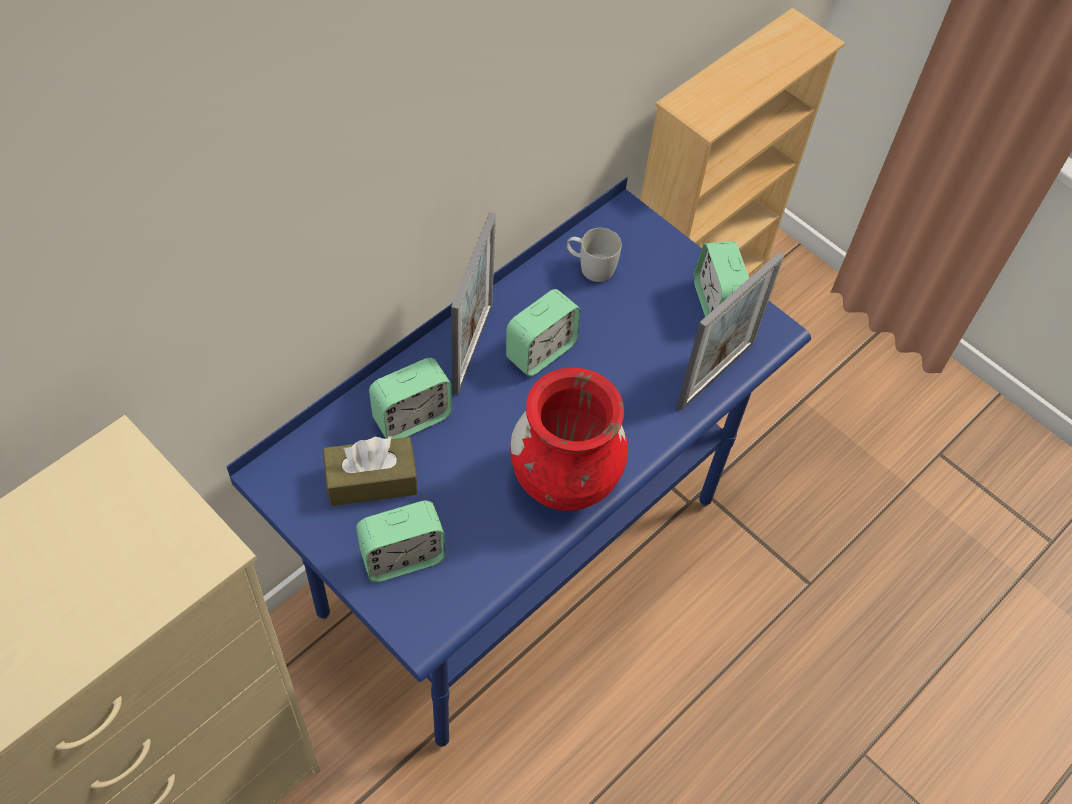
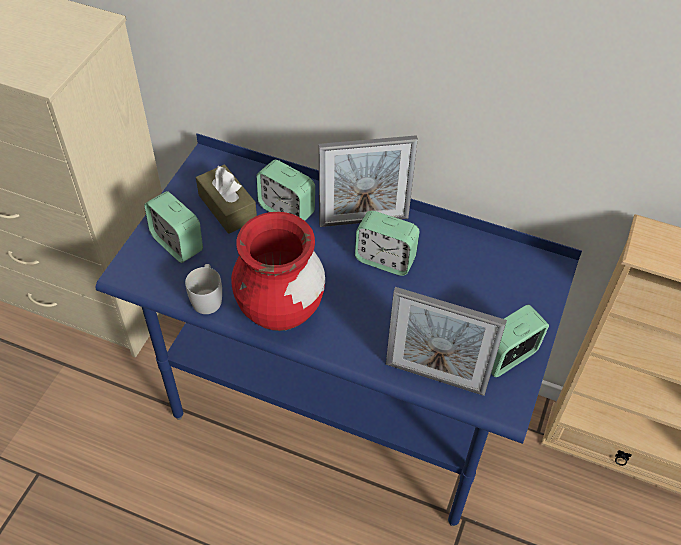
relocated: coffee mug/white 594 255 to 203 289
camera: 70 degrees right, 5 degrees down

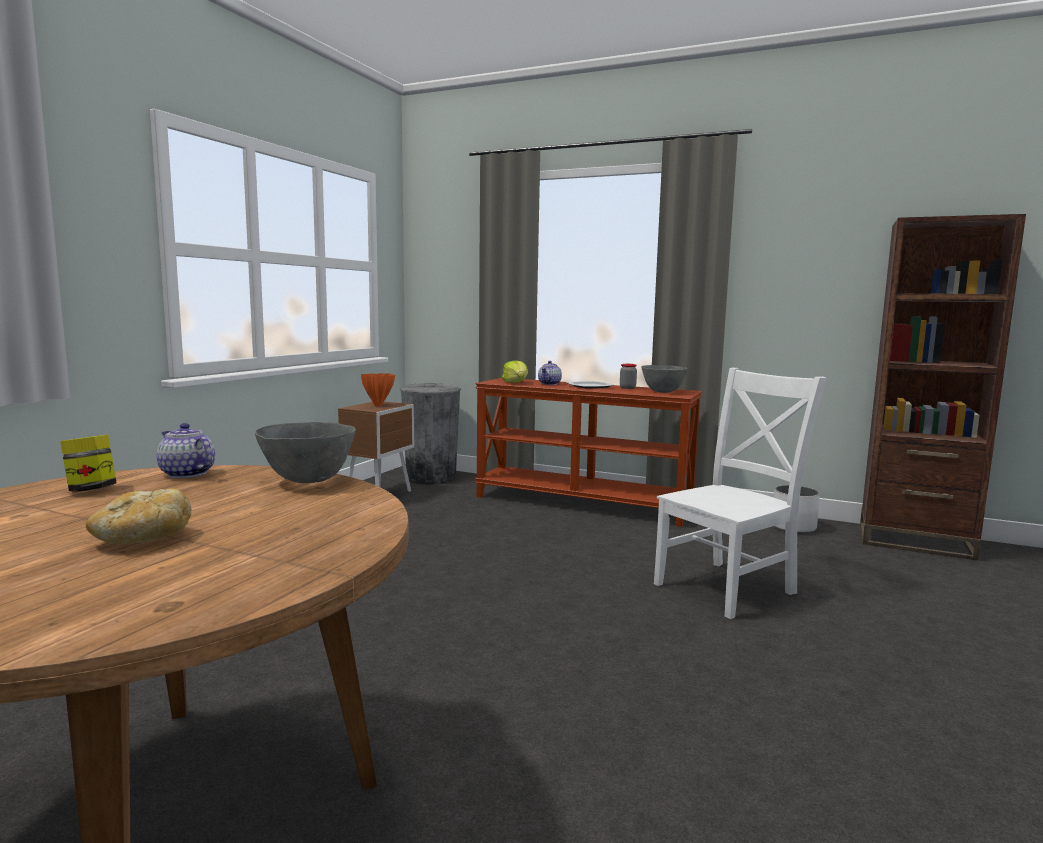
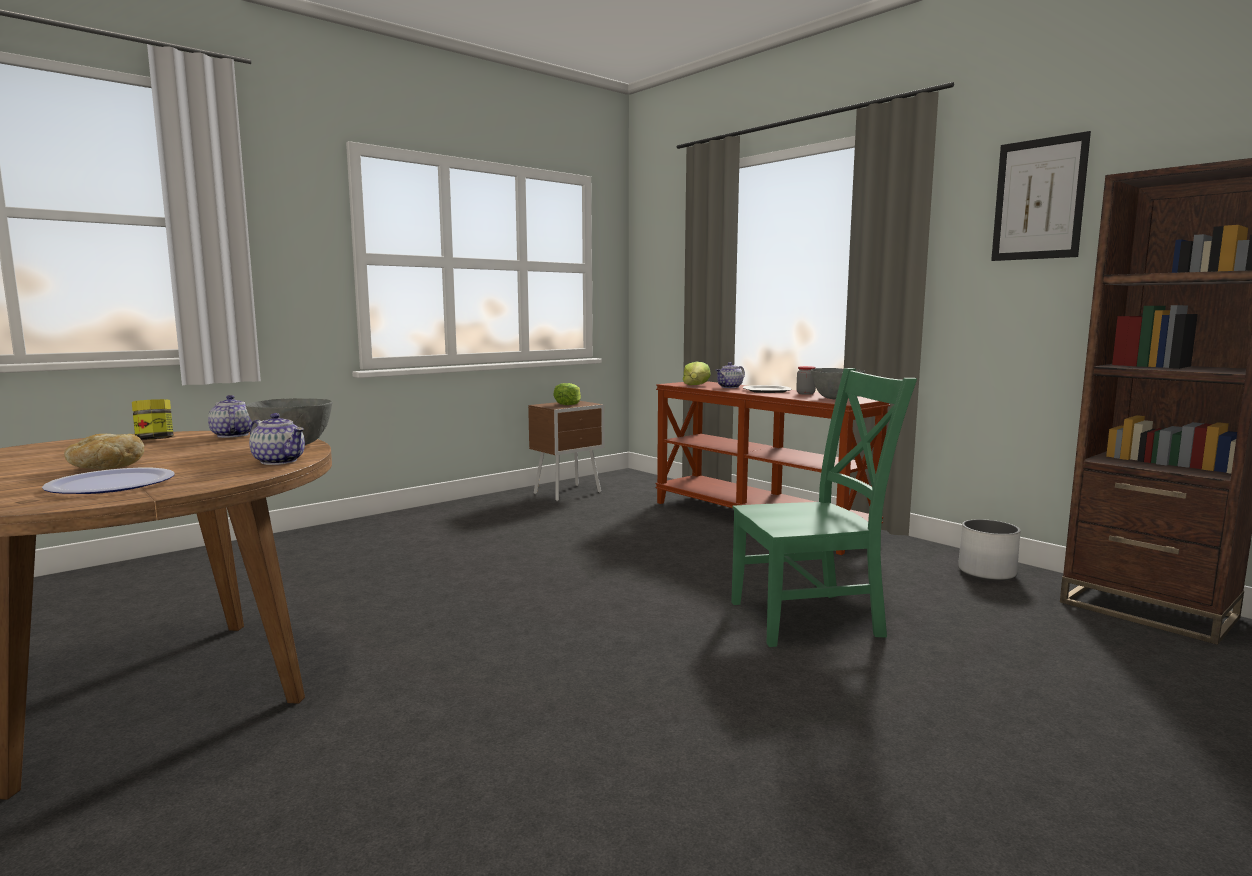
missing: waste bin/gray 430 434
appeared: plate 108 481; pot for tea 277 439; wall picture 1041 196
exchanged: decorative vase/orangey 378 389 to lettuce 567 394
colour: plain chair/white 740 493 to plain chair/greenish 824 507
camera: 25 degrees right, 0 degrees up

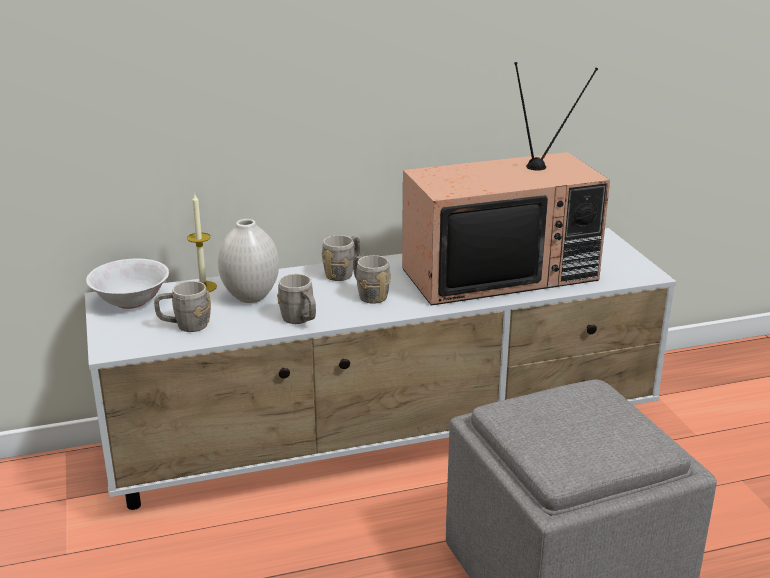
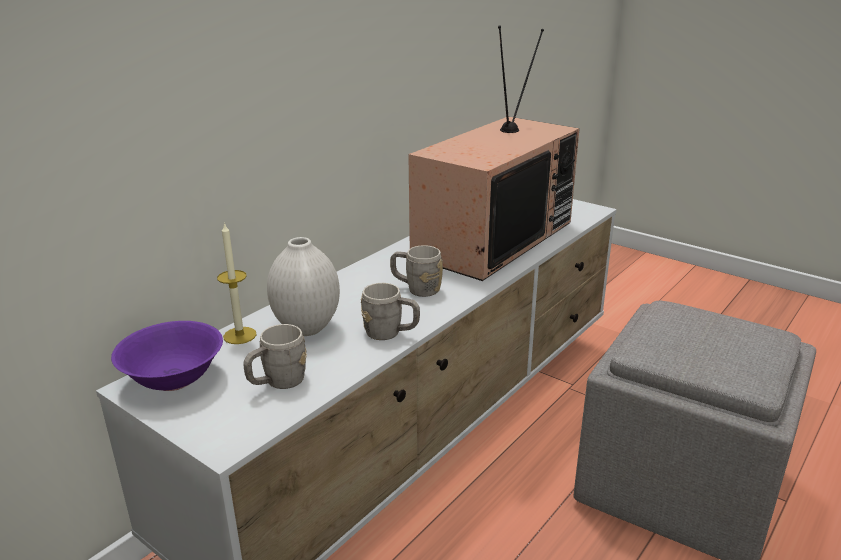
missing: coffee mug/gray 341 258
colour: bowl/white 127 284 to bowl/purple-coloured 167 356
camera: 35 degrees left, 0 degrees up

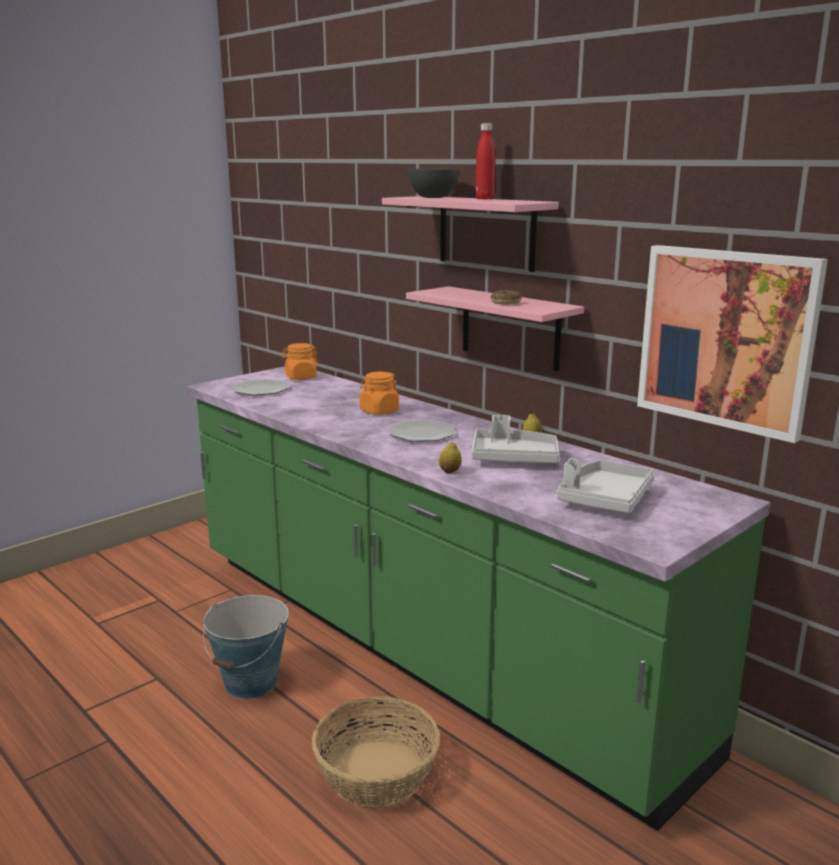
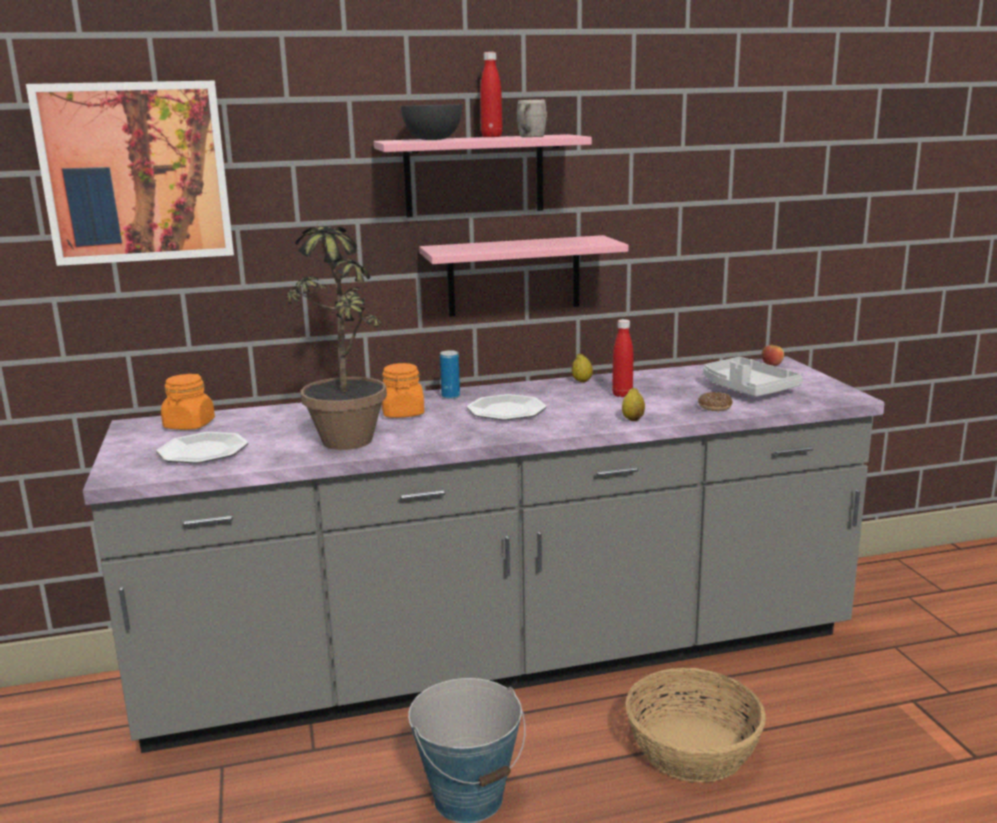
appeared: potted plant 336 336; can 450 374; coffee mug/gray 532 118; apple 772 354
relocated: donut 505 297 to 715 401; wall picture 732 344 to 130 173
exchanged: serving tray/gray 515 439 to bottle/red-coloured 622 358
colour: kitchen base unit/greenish 478 598 to kitchen base unit/gray 484 554
camera: 60 degrees left, 0 degrees up

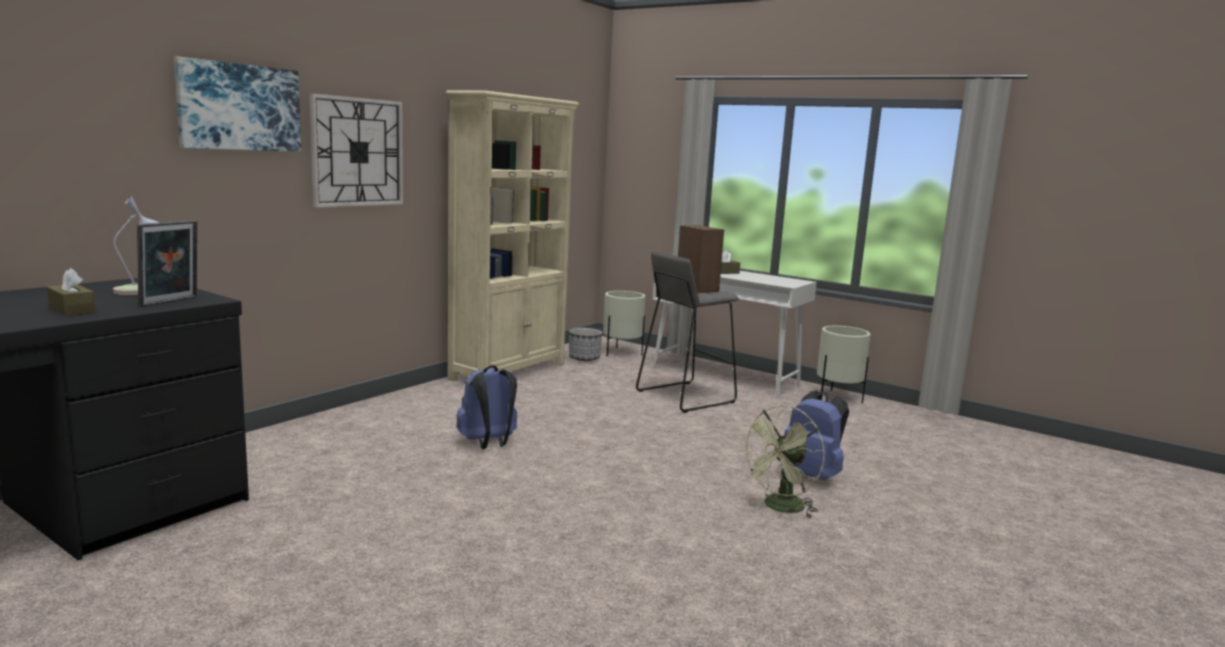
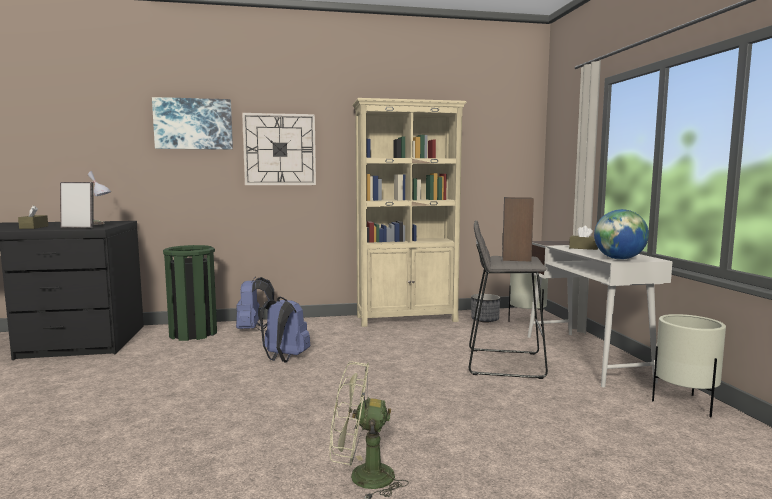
appeared: waste bin/greenish 190 293; globe 621 234
relocated: knapsack/bluish 815 435 to 255 303
spun: standing frame 167 263 = 77 205 150 degrees counterclockwise
camera: 45 degrees right, 5 degrees down

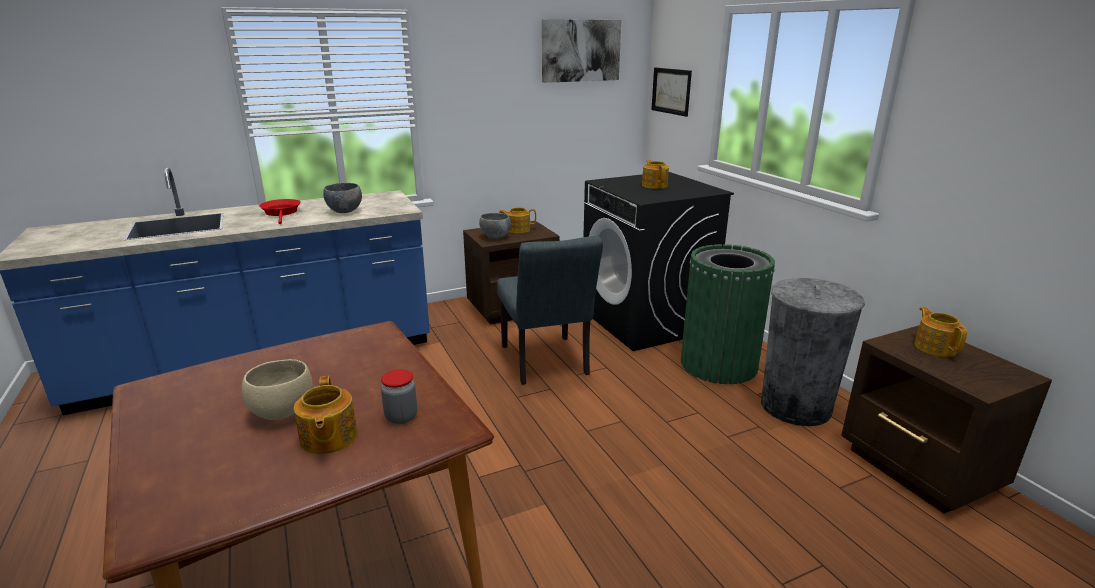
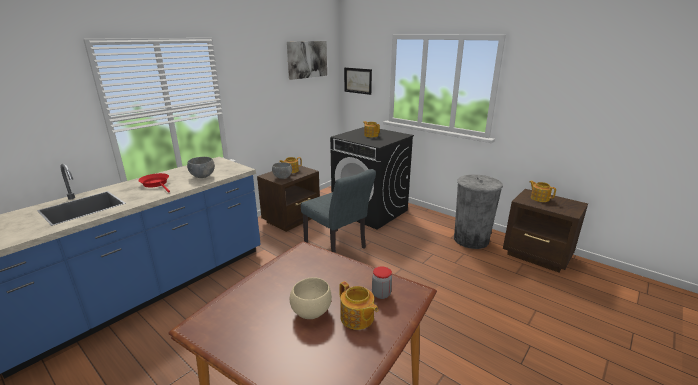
missing: waste bin/greenish 728 314
camera: 25 degrees left, 0 degrees up

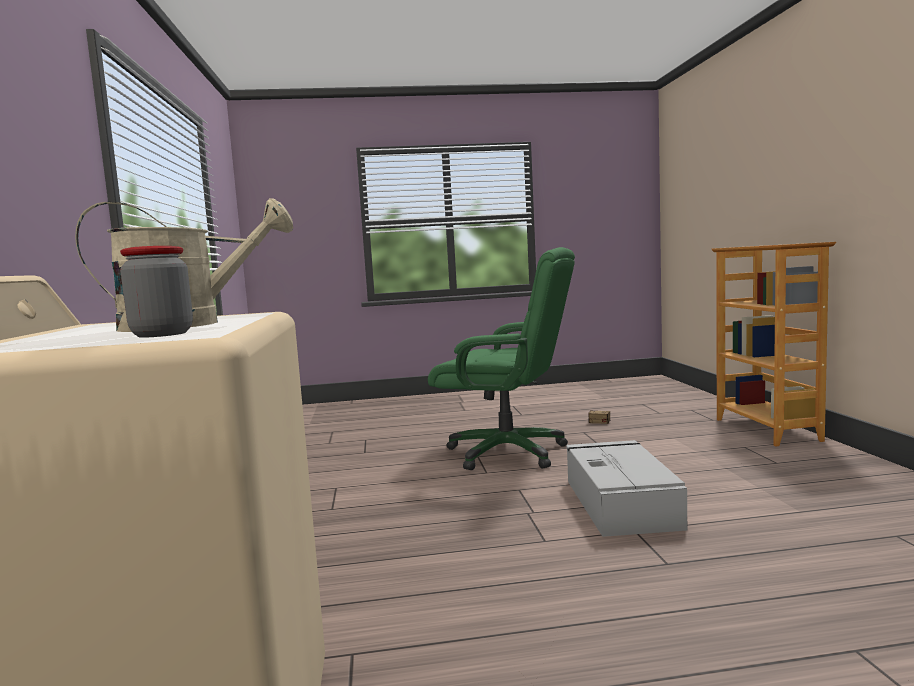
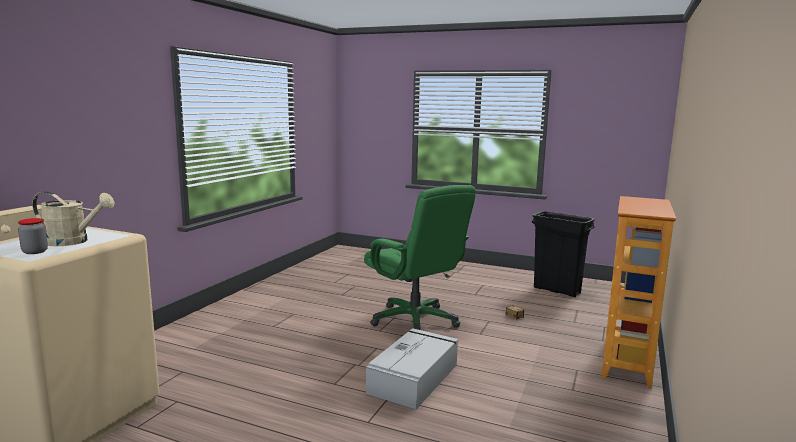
appeared: waste bin/black 563 254
camera: 30 degrees right, 5 degrees up

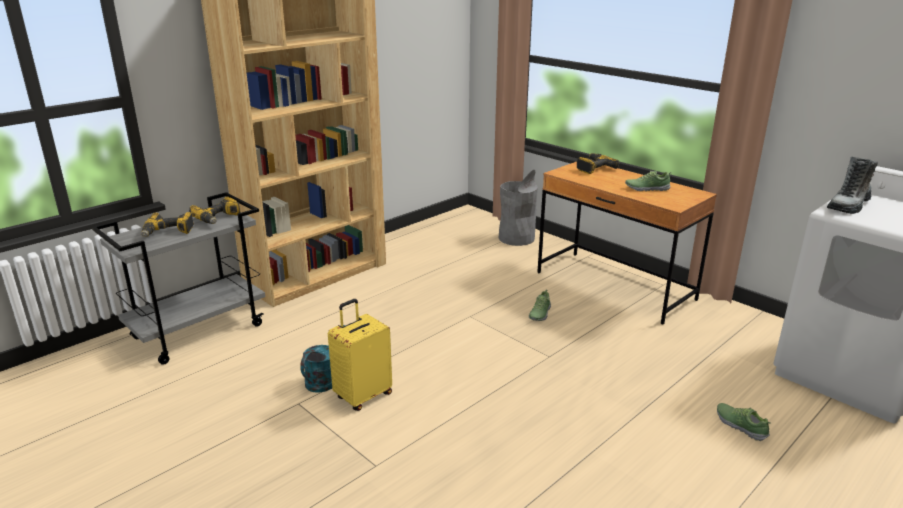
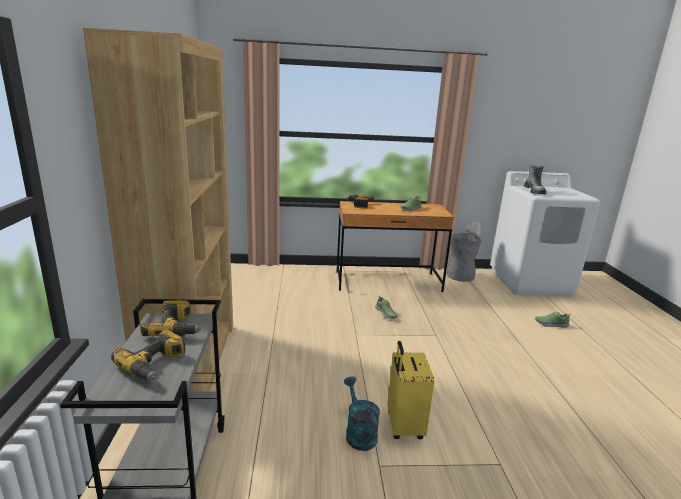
relocated: waste bin/gray 518 208 to 463 251
camera: 50 degrees left, 5 degrees down

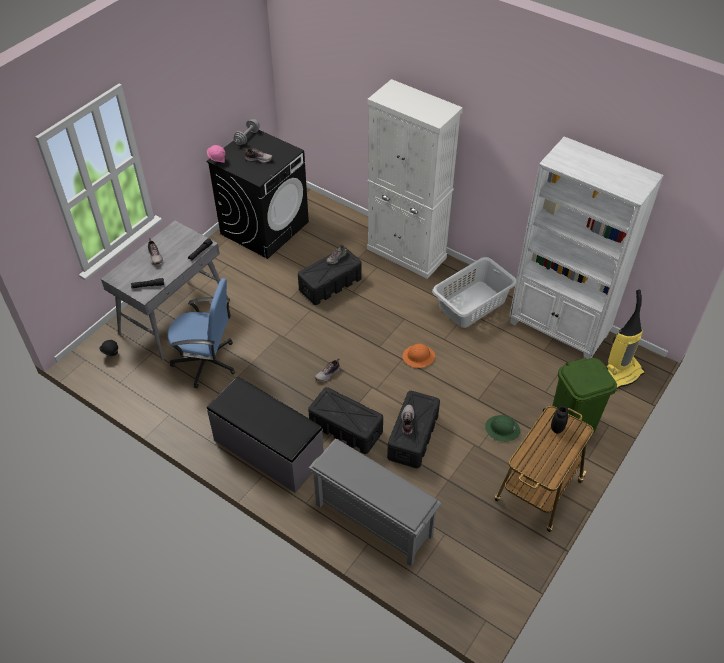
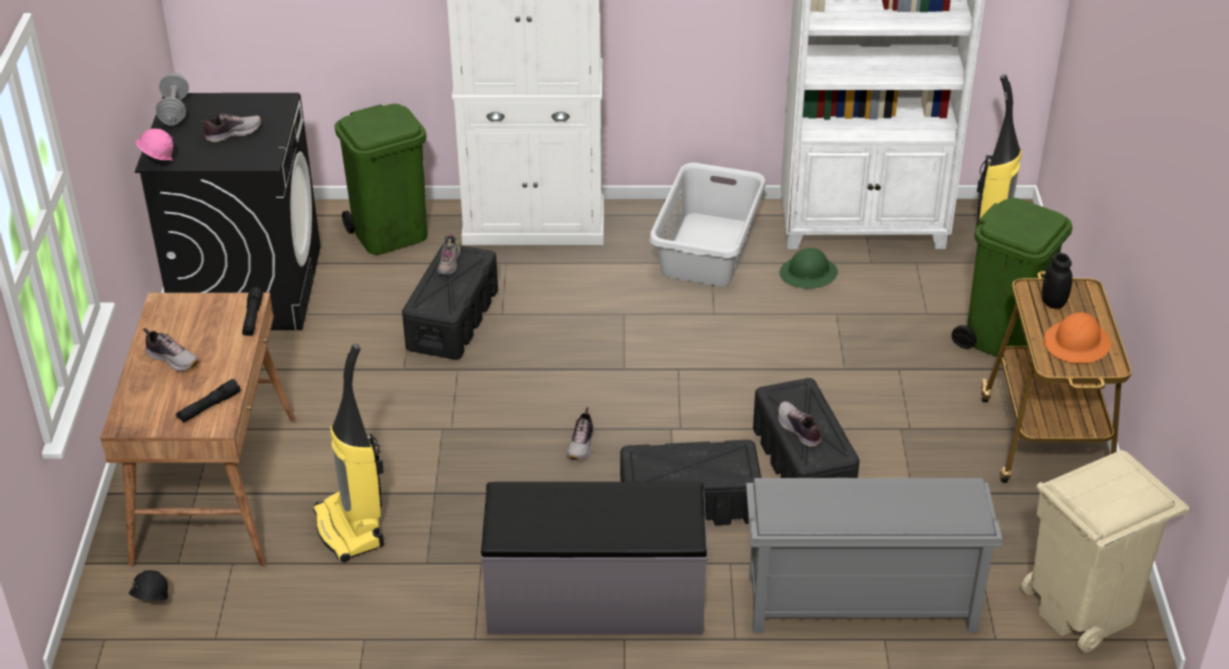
appeared: waste bin/greenish 381 179; waste bin/beige-coloured 1105 551
relocated: work helmet/orangey 418 356 to 1077 337; work helmet/greenish 502 428 to 808 268
exchanged: computer chair/bluish 201 333 to vacuum 348 453
colour: desk table/gray 164 290 to desk table/brownish 198 429
camera: 35 degrees left, 10 degrees down

